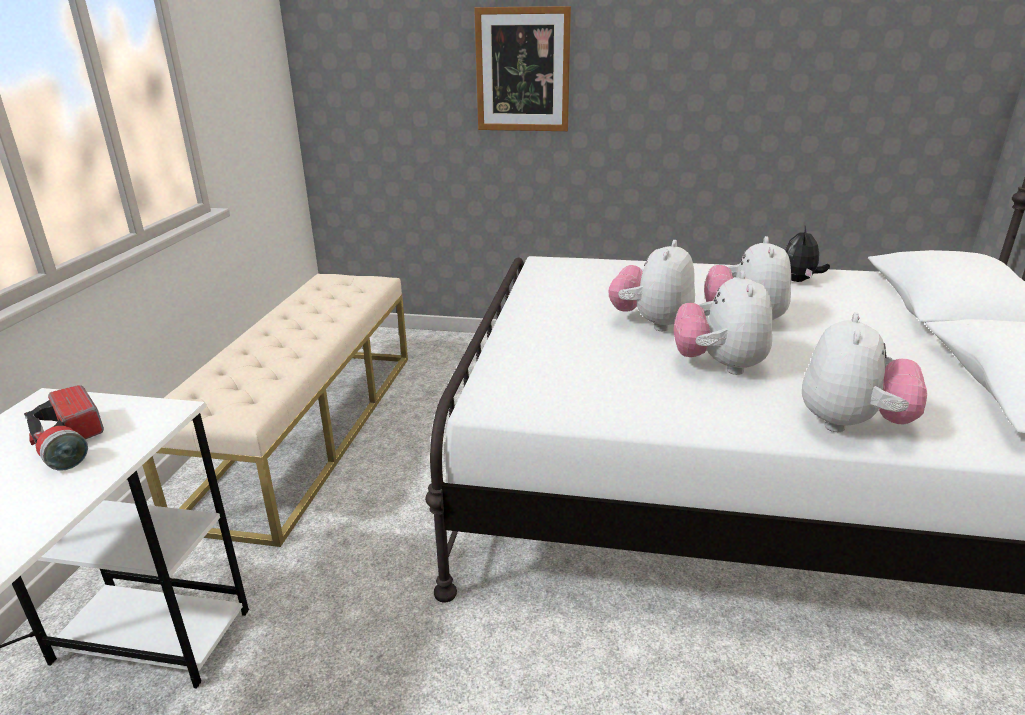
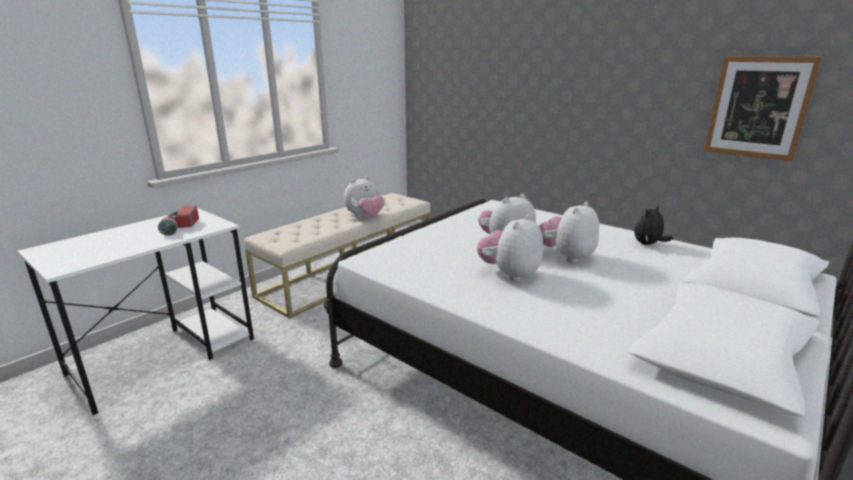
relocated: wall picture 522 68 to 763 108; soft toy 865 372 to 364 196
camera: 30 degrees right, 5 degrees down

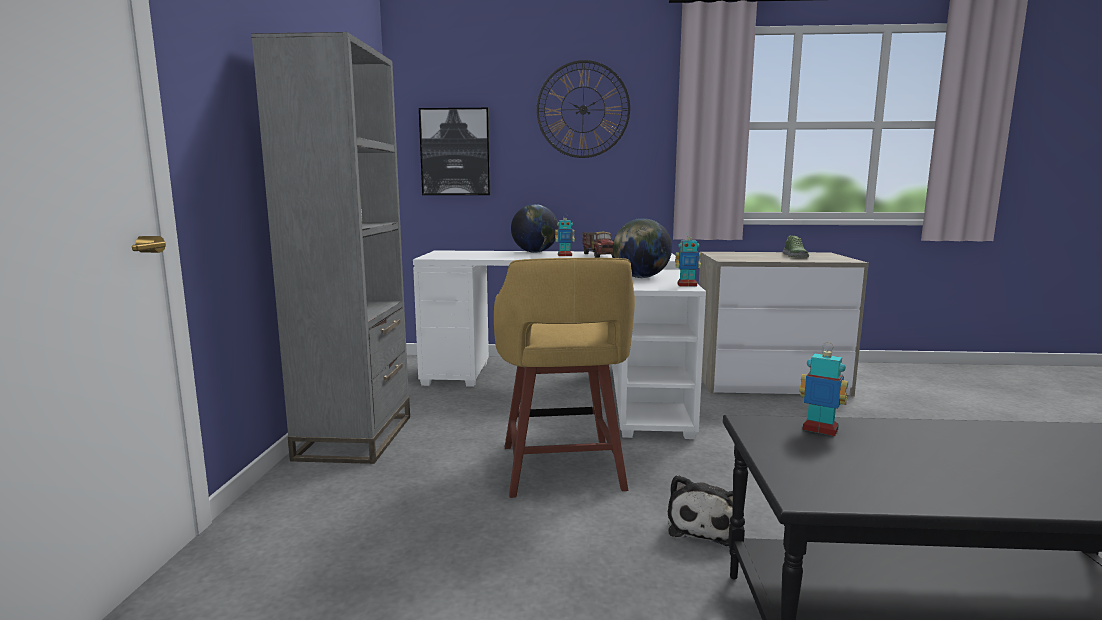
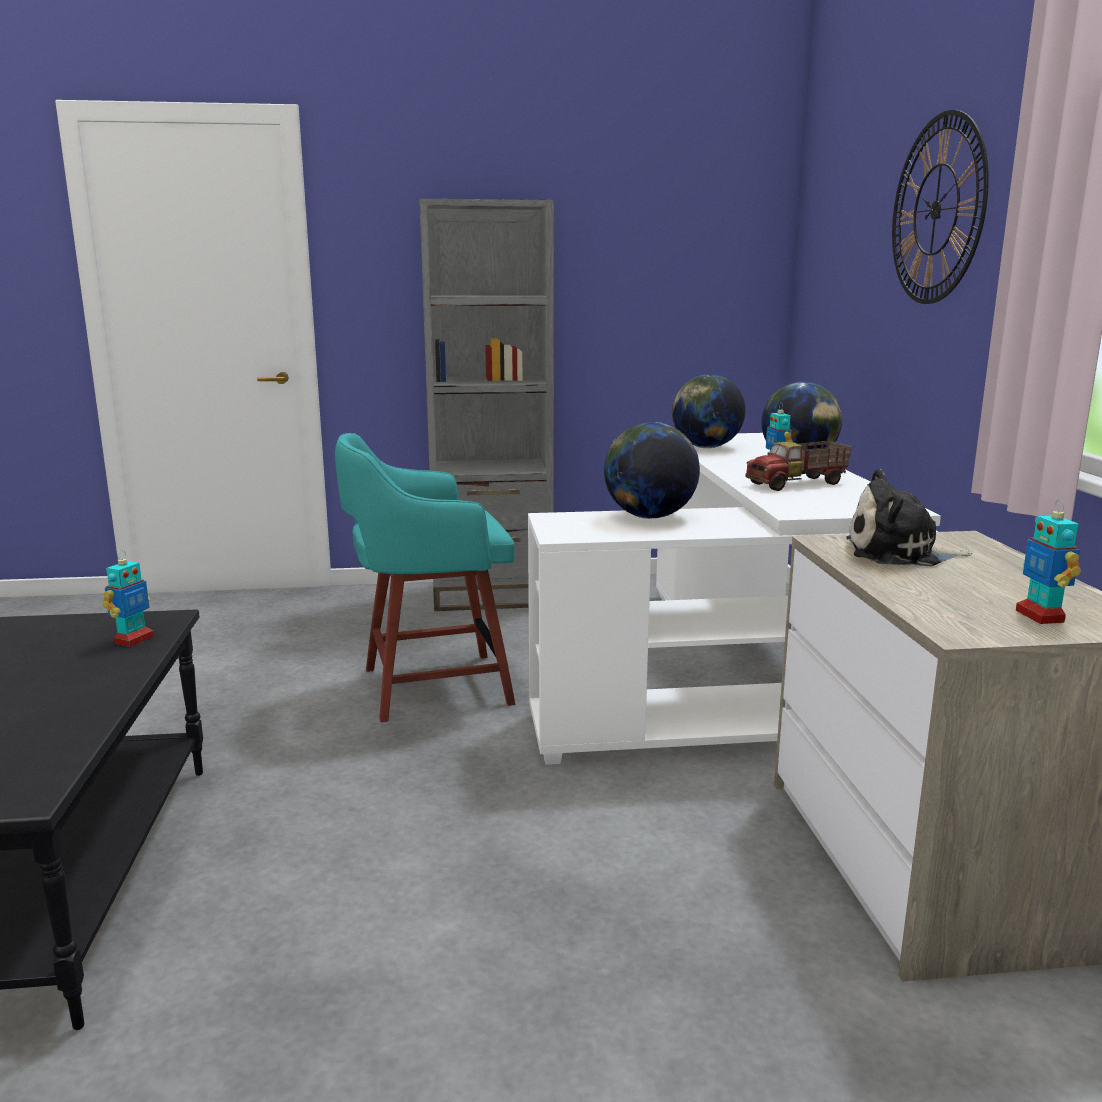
missing: wall picture 455 151; shoe 796 246
appeared: globe 709 411
relocated: soft toy 706 510 to 909 517; toy robot 688 260 to 1048 561
colour: stool seat/yellow-coloured 564 378 to stool seat/blue-green 425 577
camera: 80 degrees right, 5 degrees up

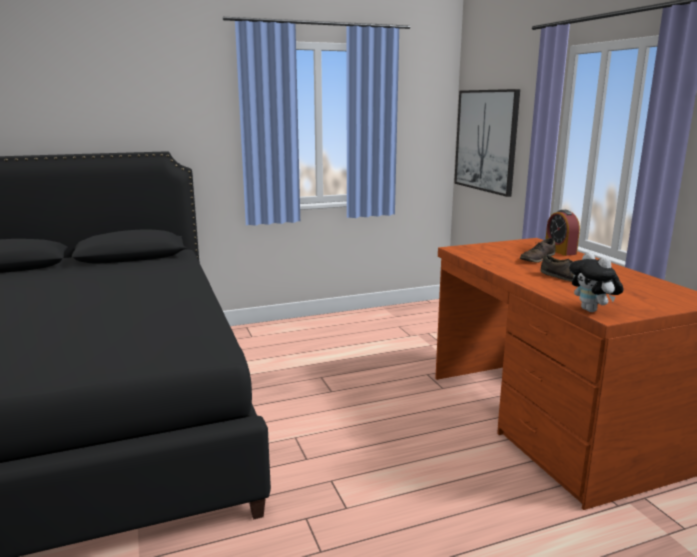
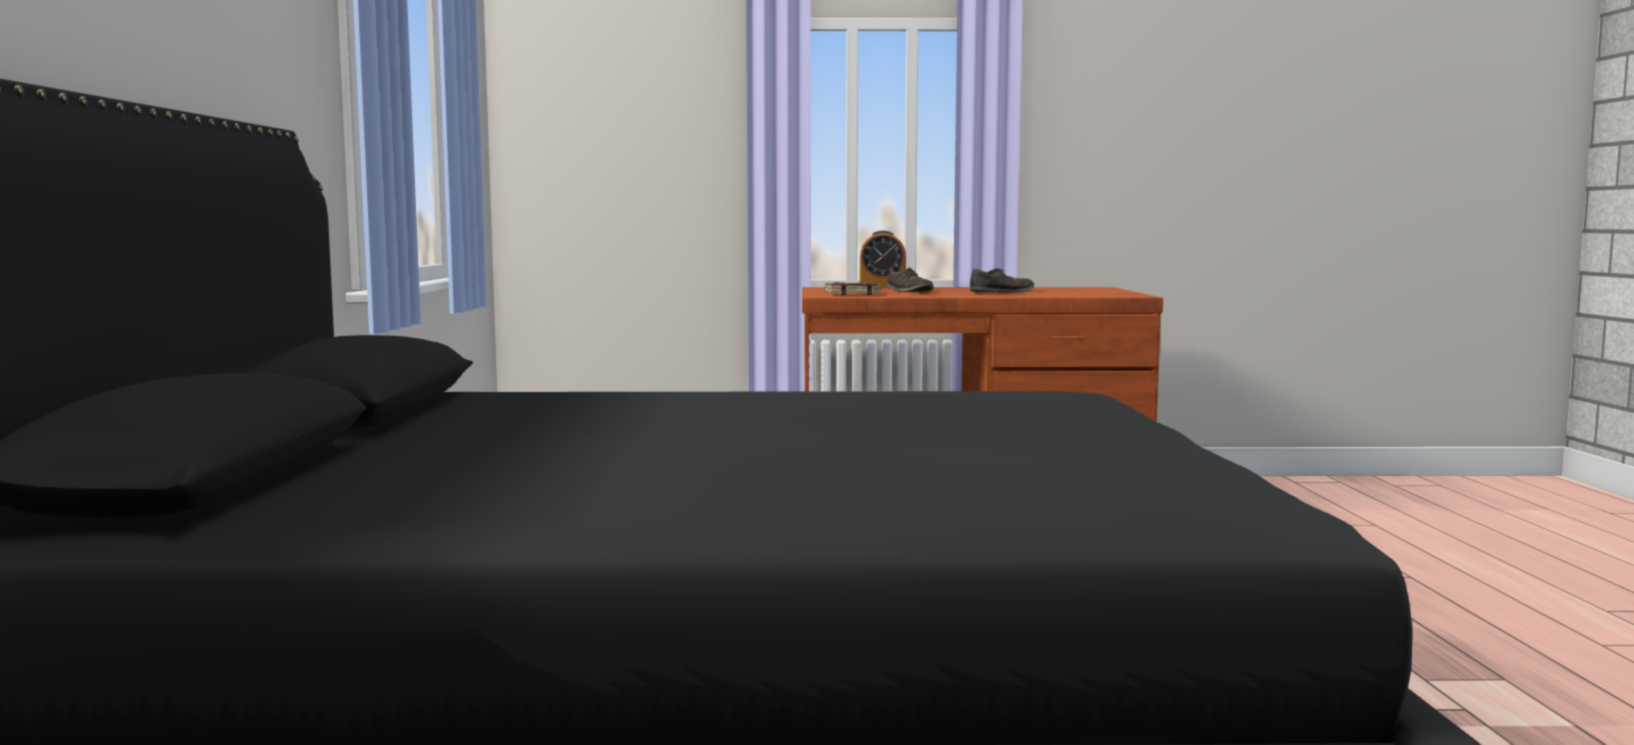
missing: wall picture 487 143; soft toy 596 282
appeared: bound book/brownish 853 288
camera: 70 degrees left, 10 degrees down

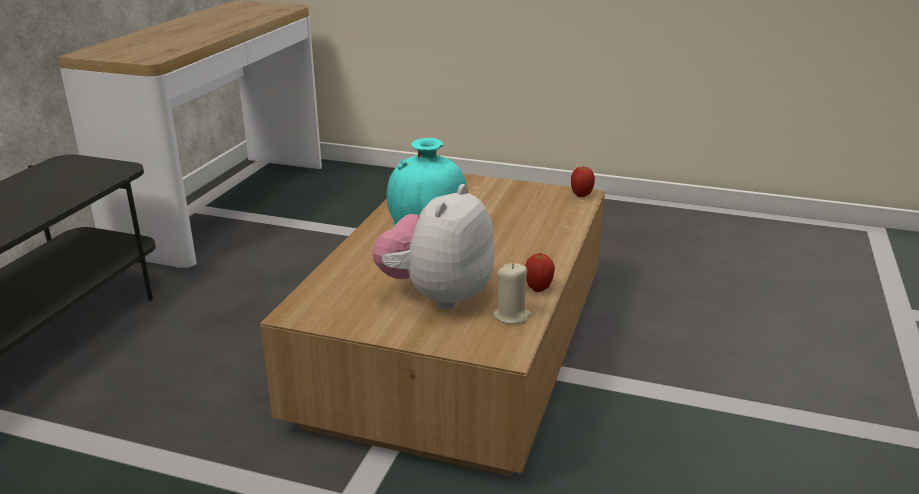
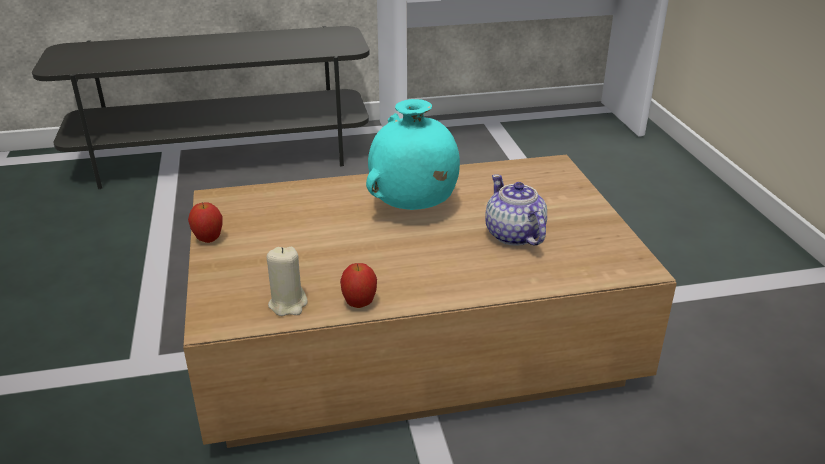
missing: soft toy 433 247
appeared: pot for tea 516 210
relocated: apple 583 181 to 205 222
camera: 60 degrees right, 5 degrees up

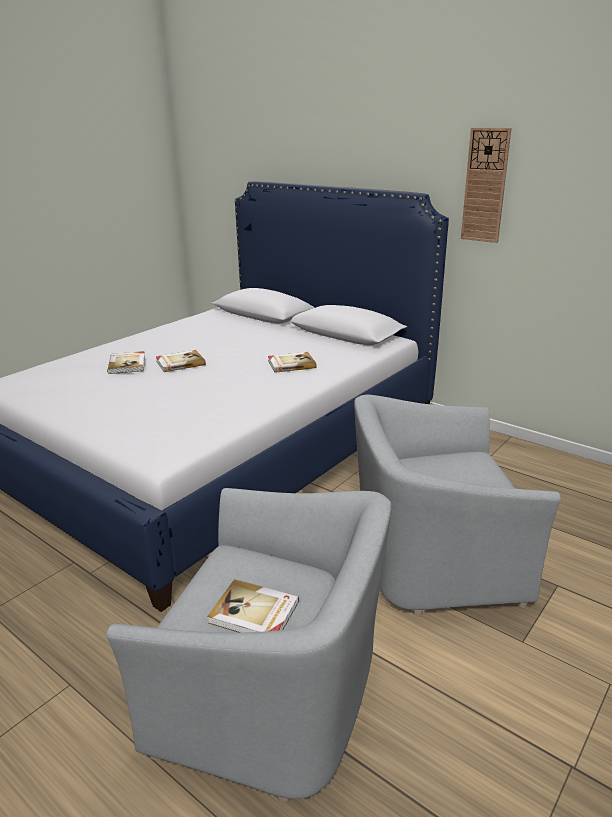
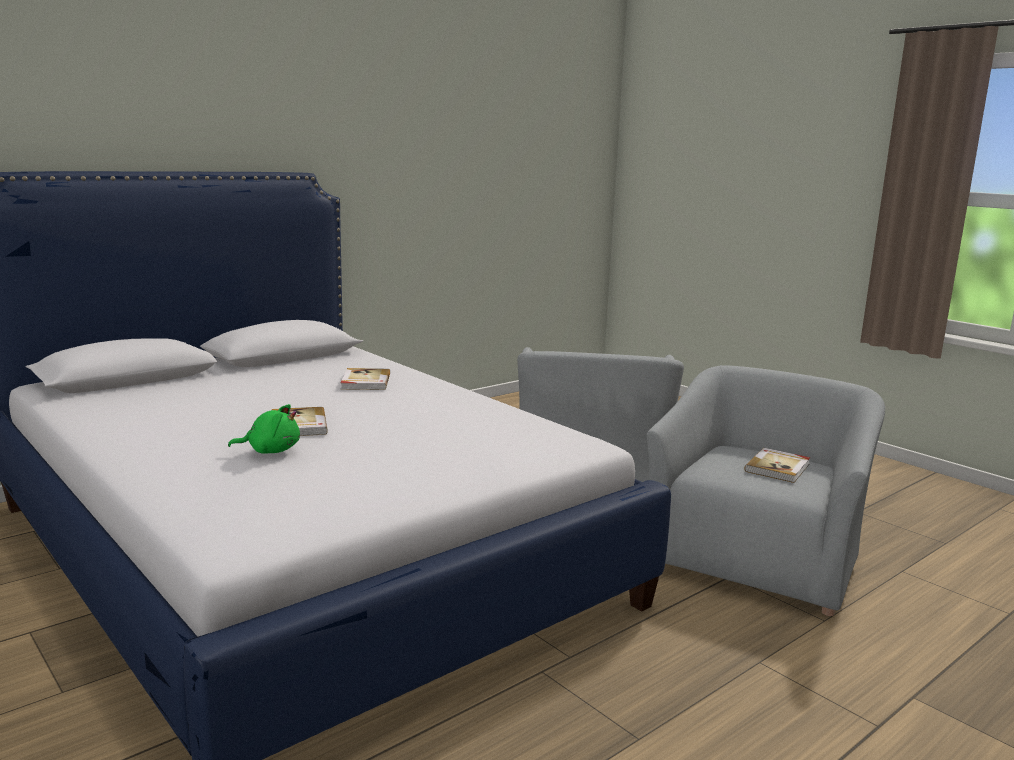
missing: hanging clock 486 185
exchanged: bound book 126 362 to soft toy/greenish 264 429
camera: 80 degrees left, 10 degrees down

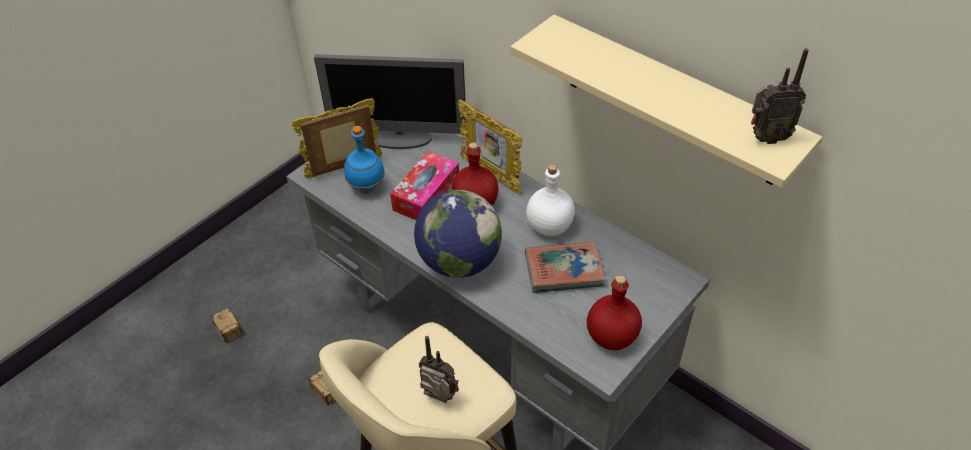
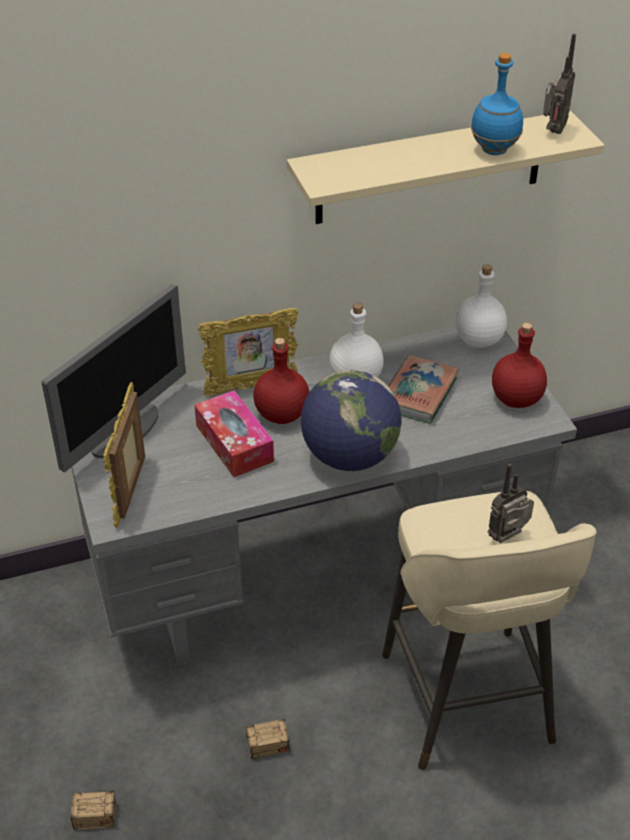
appeared: bottle/white 481 306
relocated: bottle/bluish 364 159 to 497 104
camera: 60 degrees left, 5 degrees down

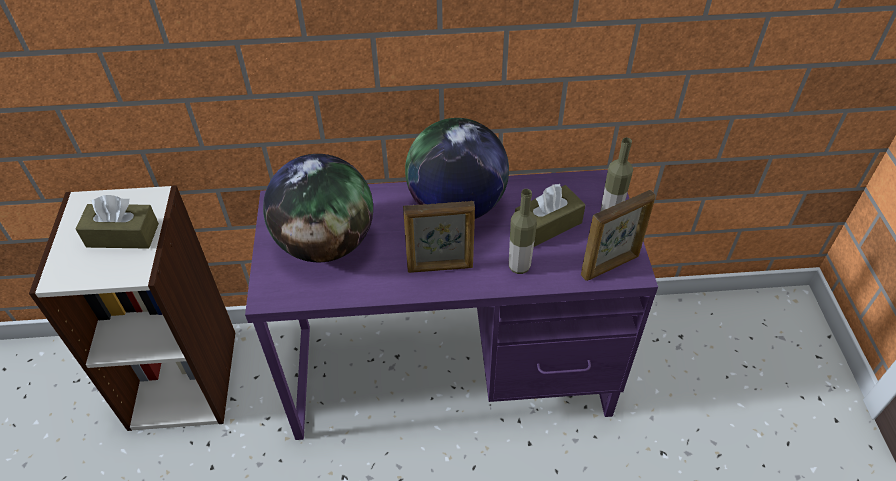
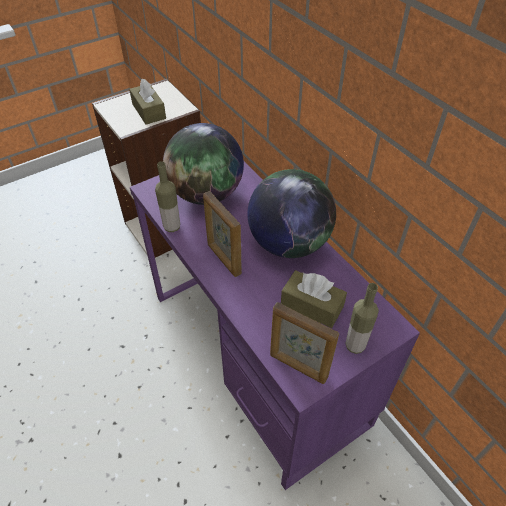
relocated: bottle 523 231 to 167 196
camera: 60 degrees right, 0 degrees up

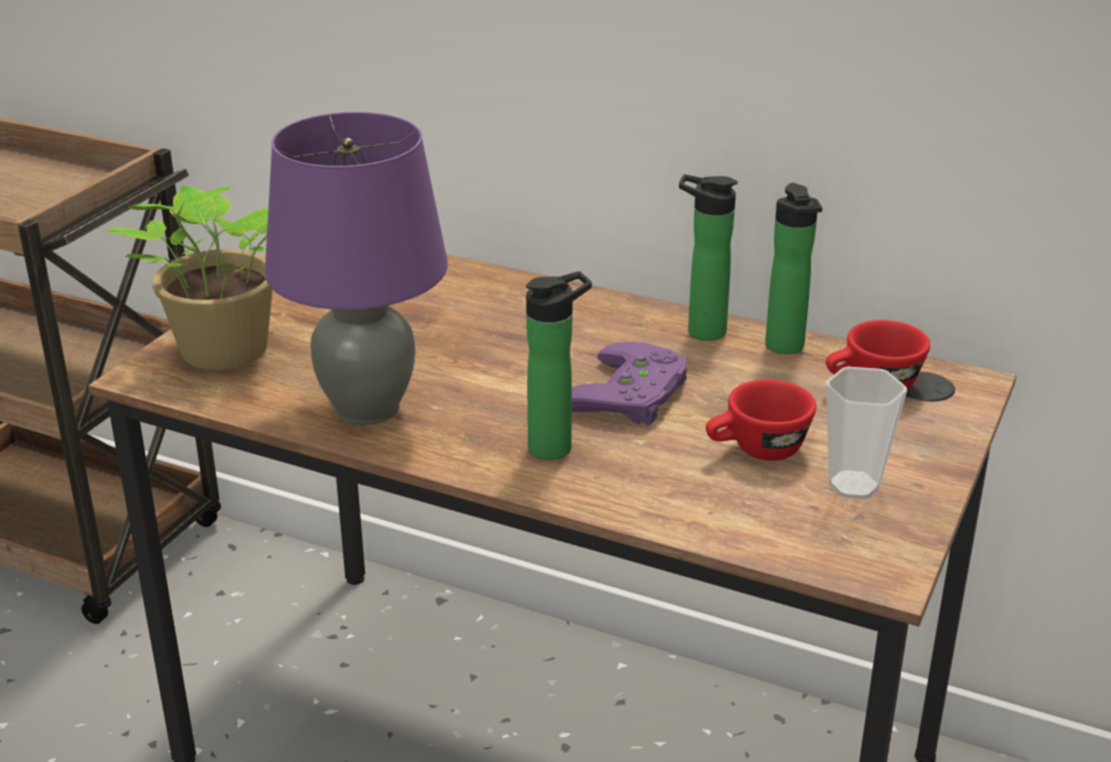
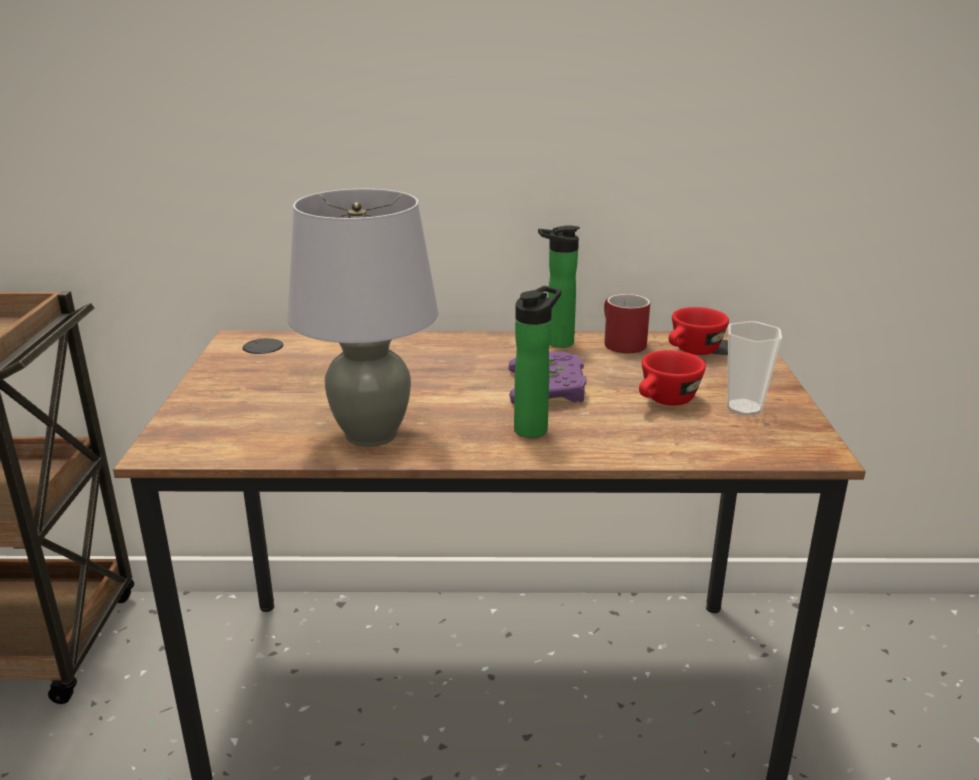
missing: potted plant 189 278
exchanged: bottle 793 268 to coffee mug/red-coloured 627 323
colour: tabletop lamp/purple-coloured 356 268 to tabletop lamp/gray 362 318
camera: 25 degrees left, 5 degrees down

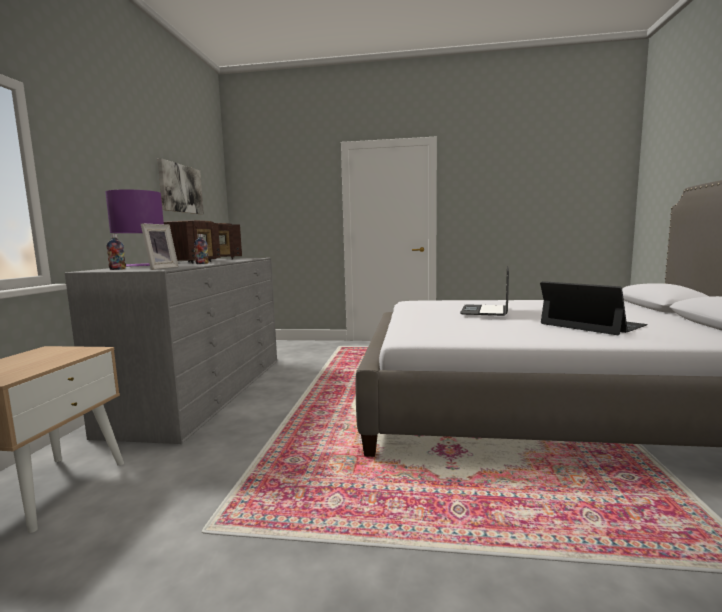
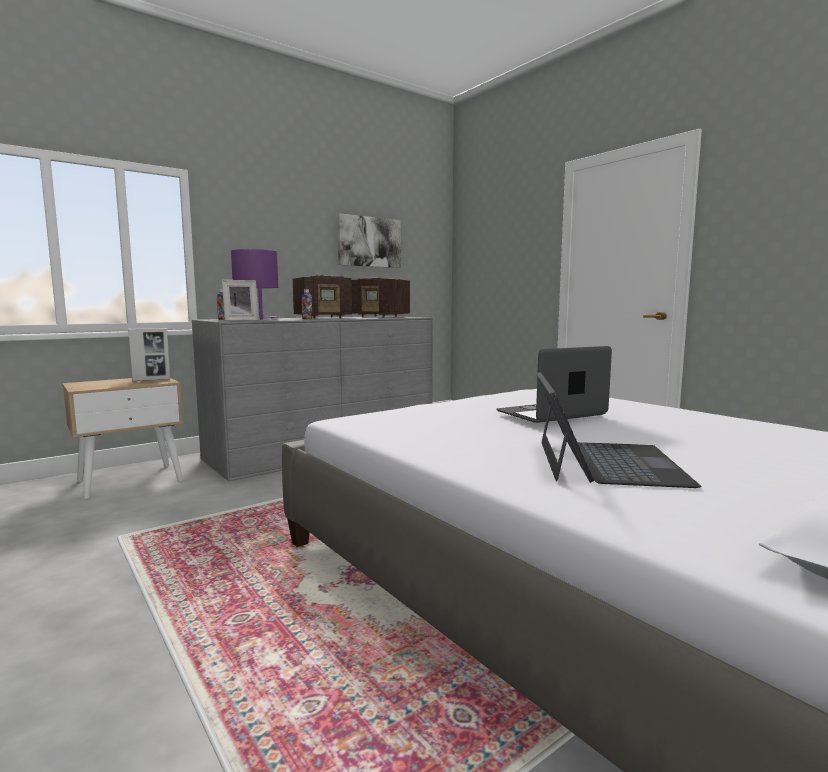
appeared: standing frame 149 354
camera: 45 degrees right, 0 degrees up

